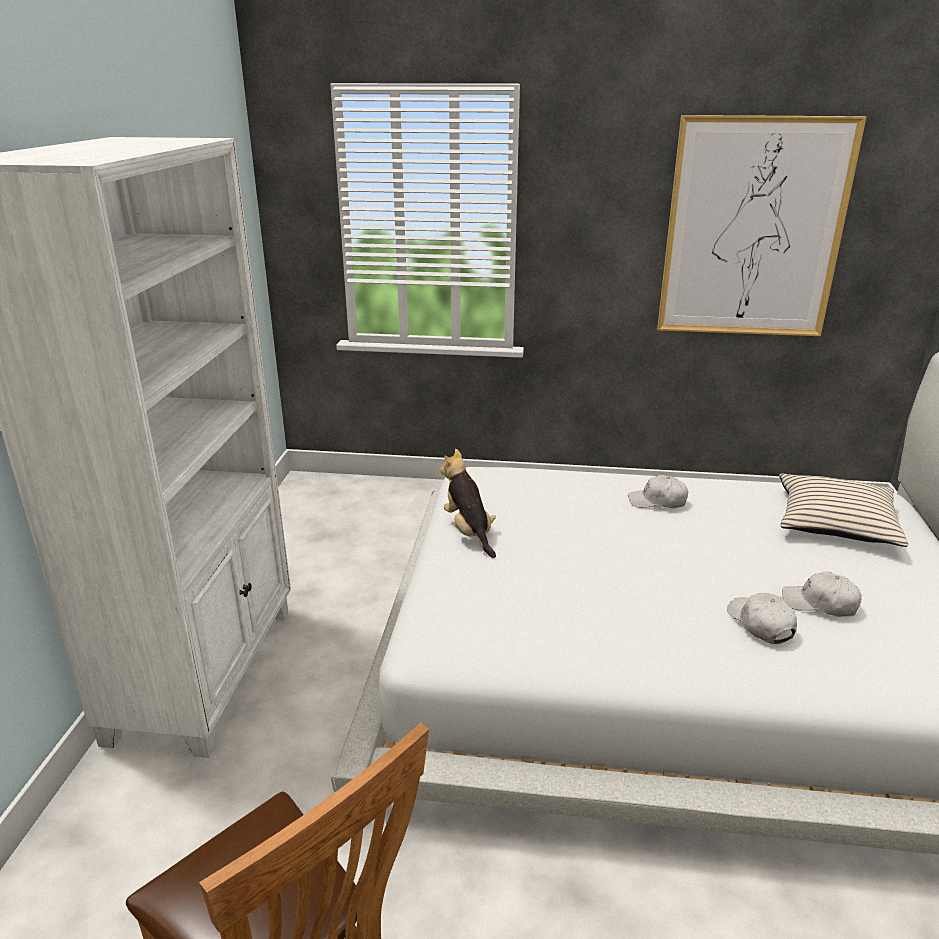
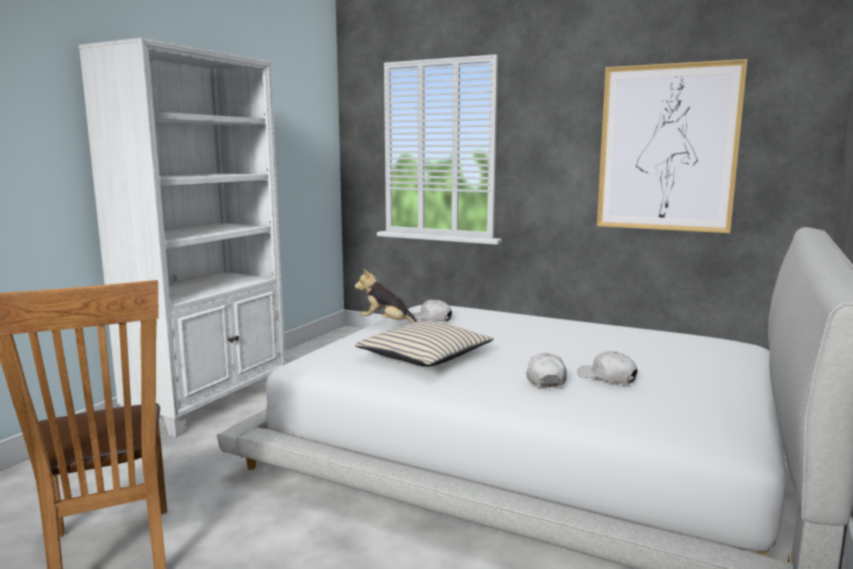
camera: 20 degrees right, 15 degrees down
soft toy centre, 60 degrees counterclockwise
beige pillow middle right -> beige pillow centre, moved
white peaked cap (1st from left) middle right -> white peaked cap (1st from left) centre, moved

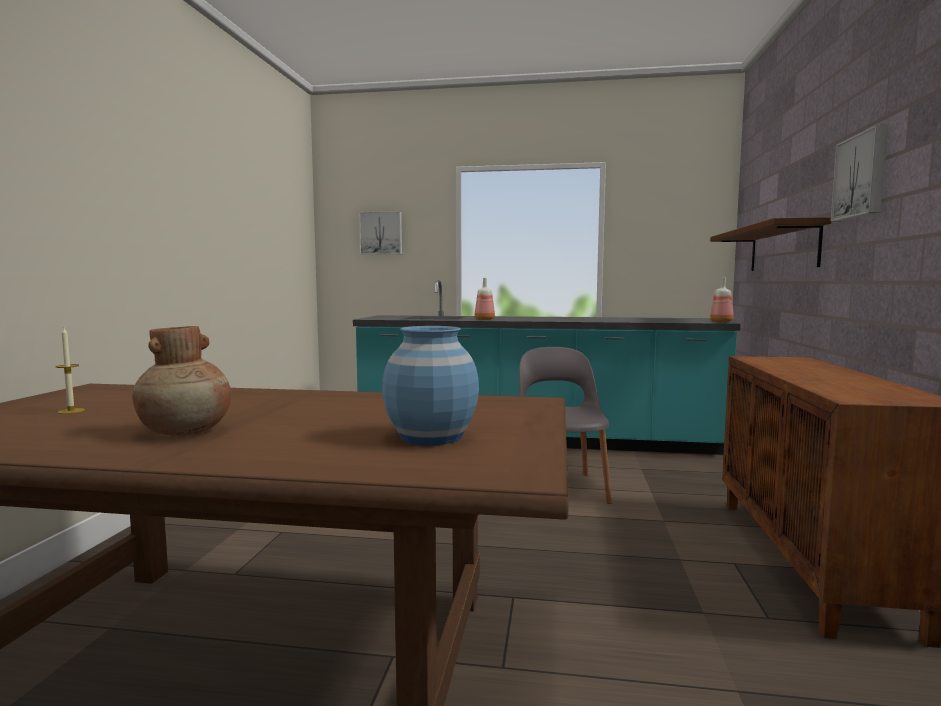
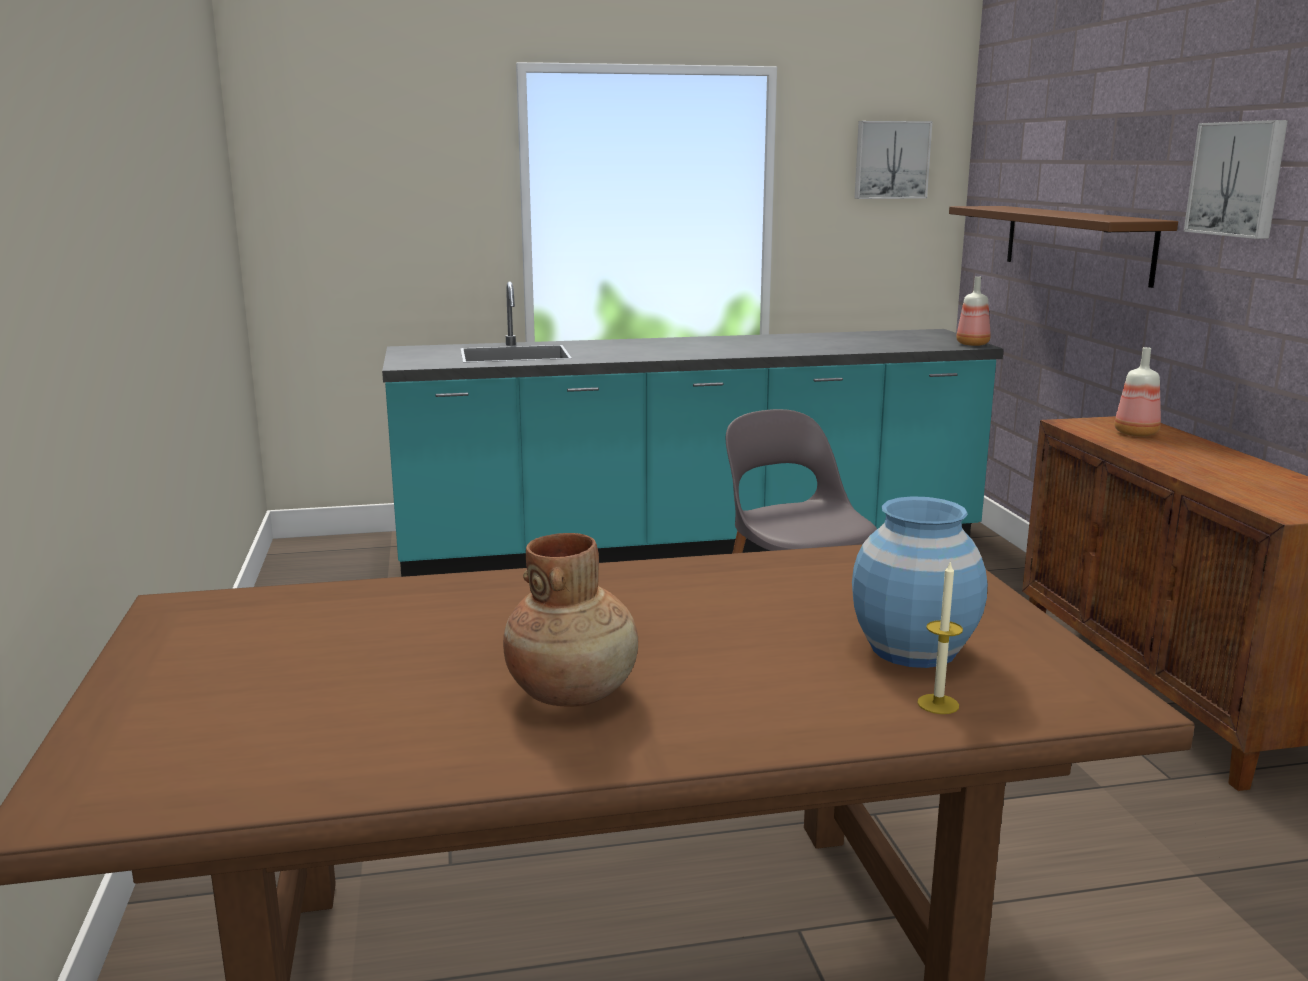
camera: 20 degrees left, 10 degrees up
wall picture (1st from left) top centre -> wall picture (1st from left) top right, moved
beverage bottle (1st from left in the first image) centre -> beverage bottle (2nd from left) middle right, moved
wax light middle left -> wax light middle right, moved

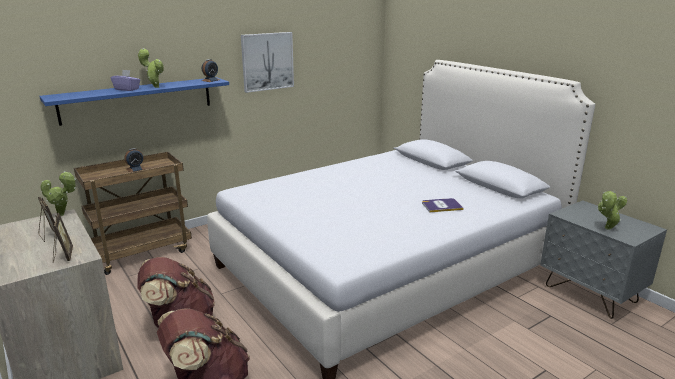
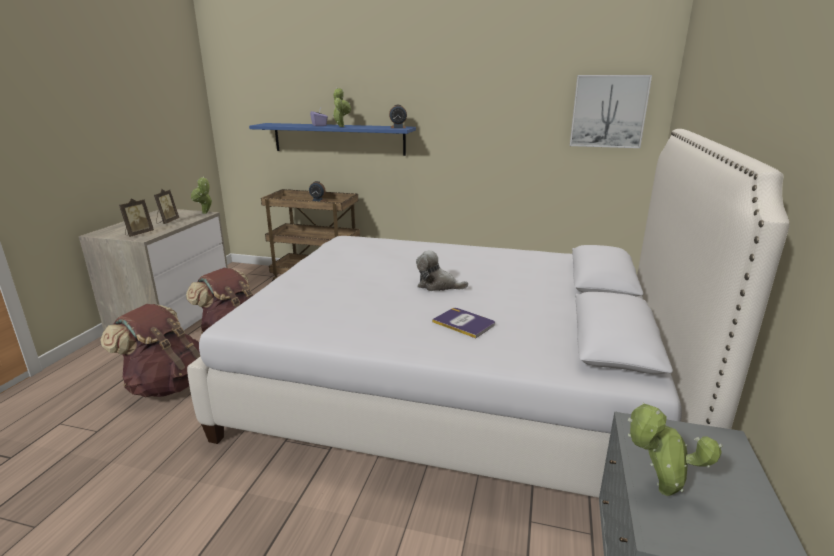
camera: 50 degrees right, 0 degrees up
wall picture top centre -> wall picture top right, moved
none -> soft toy centre

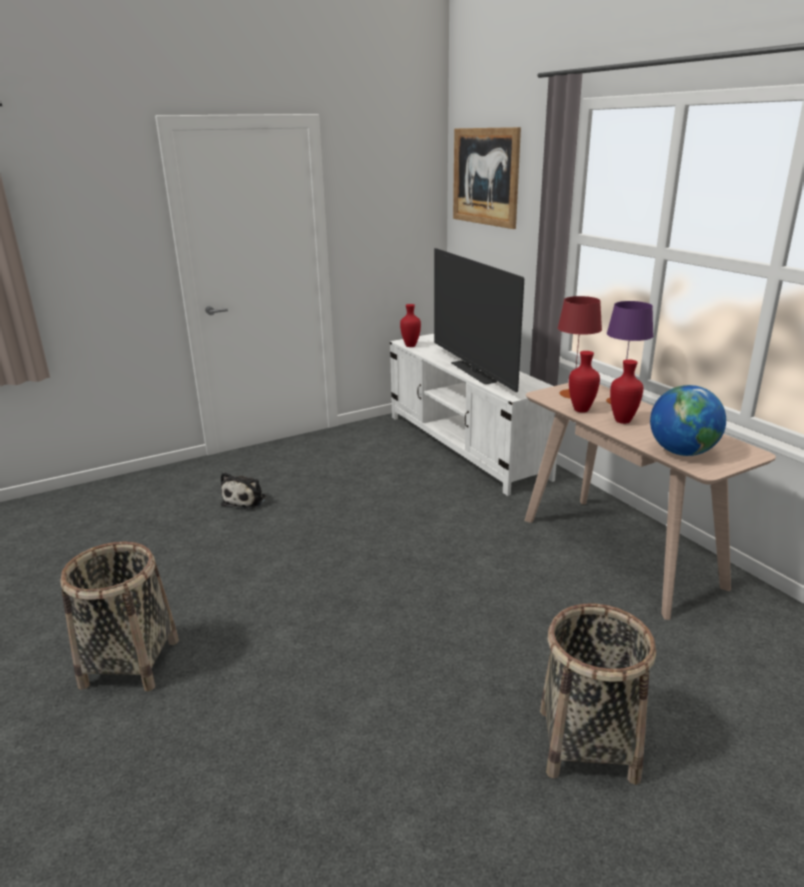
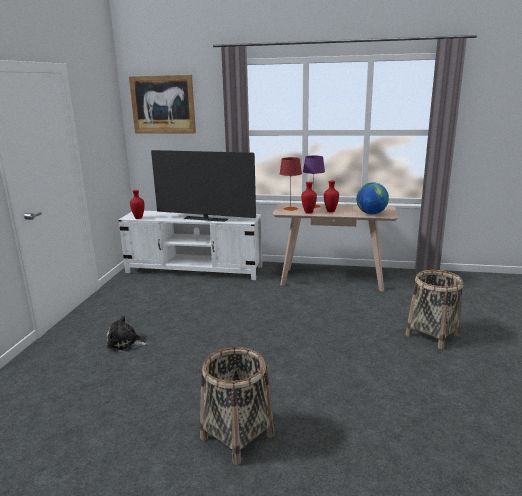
camera: 50 degrees left, 5 degrees down
soft toy middle left -> soft toy bottom left, 135 degrees clockwise

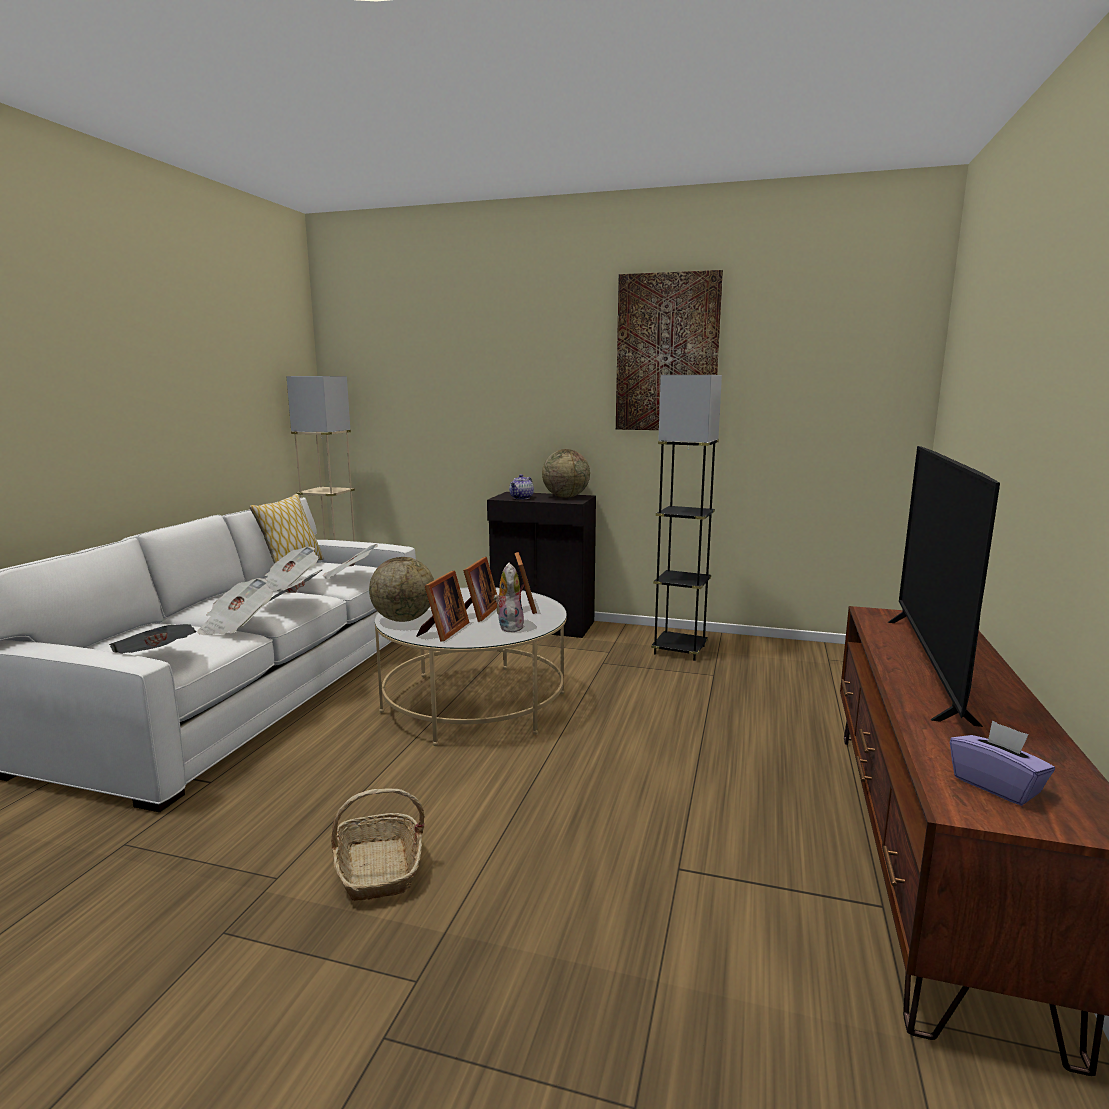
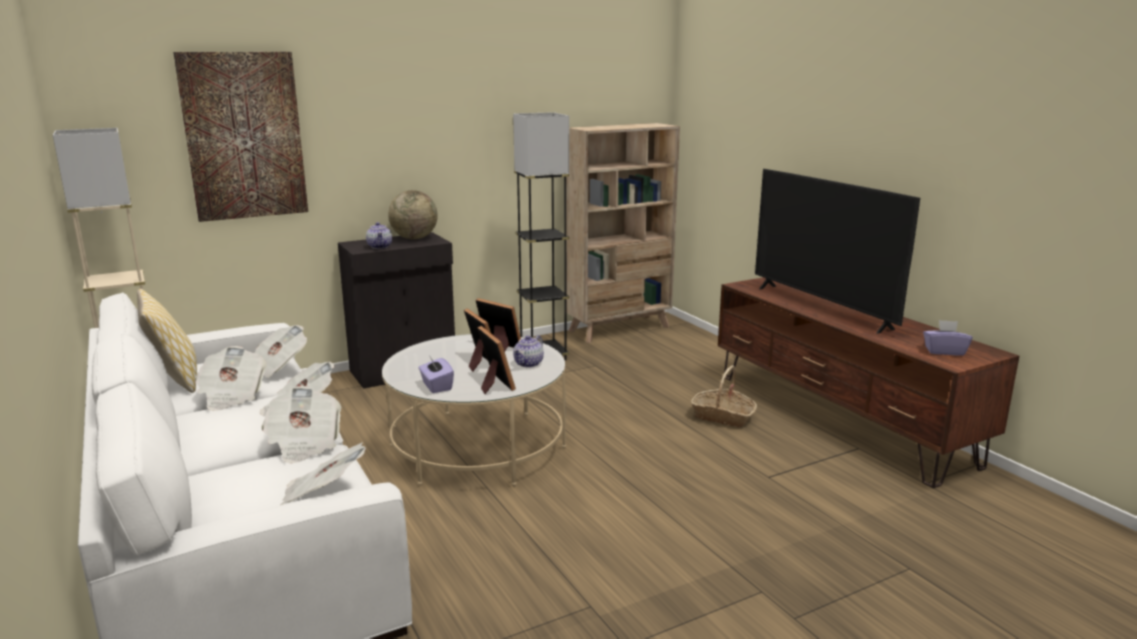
camera: 45 degrees left, 5 degrees up
wall picture top centre -> wall picture top left, moved
desk globe (1st from left) centre -> purplish box of tissues (1st from left) centre
soft toy centre -> pot for tea (2nd from left) centre
basket bottom centre -> basket centre, moved
none -> beige bookshelf centre

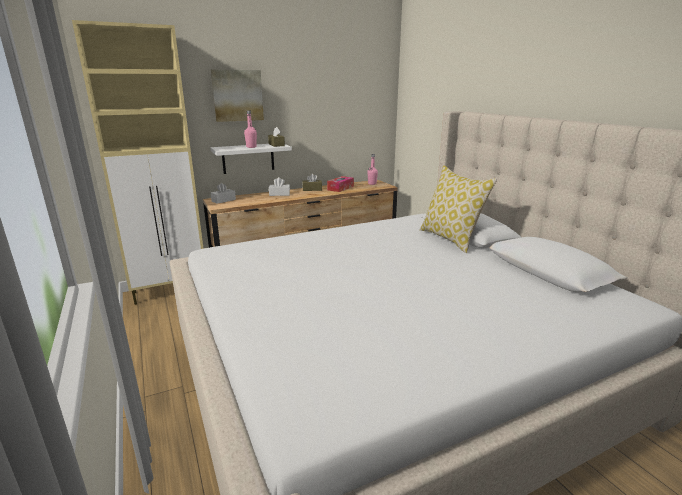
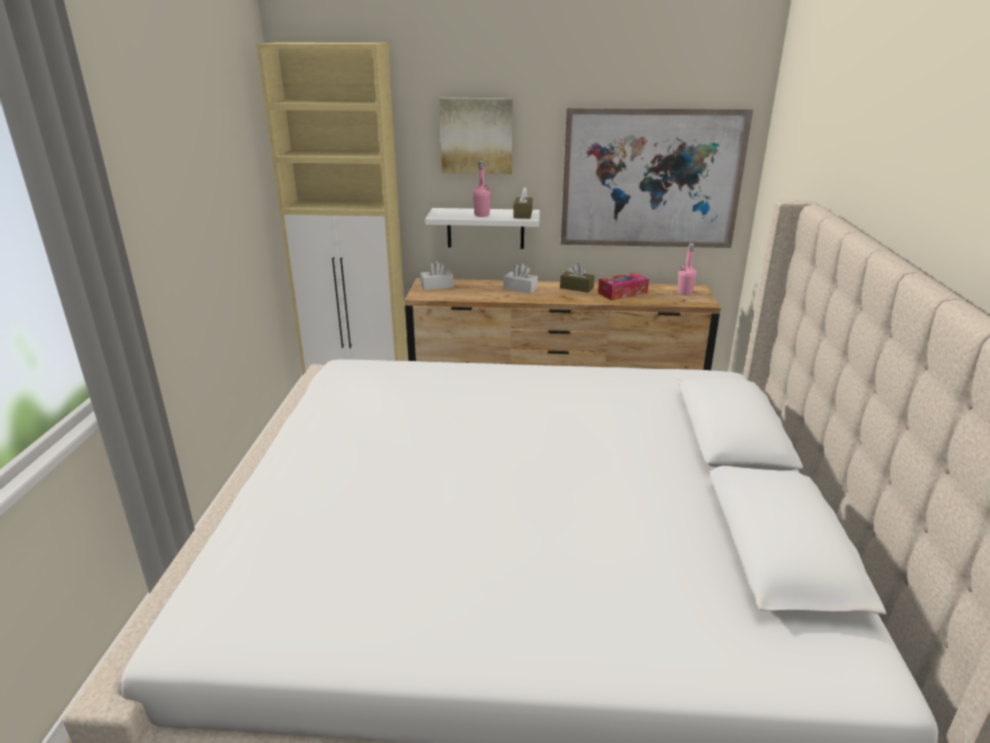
camera: 30 degrees right, 5 degrees up
pillow middle right -> none
none -> wall picture (2nd from left) top centre

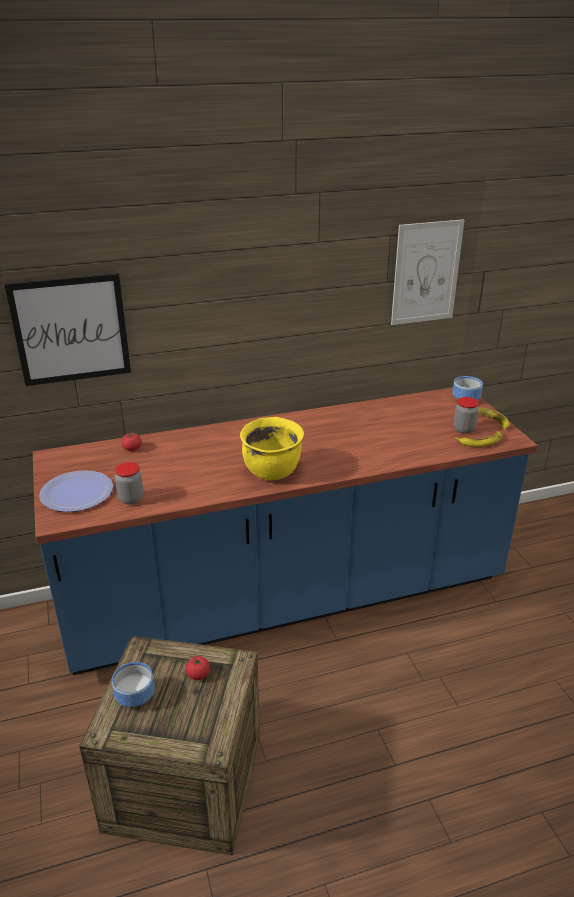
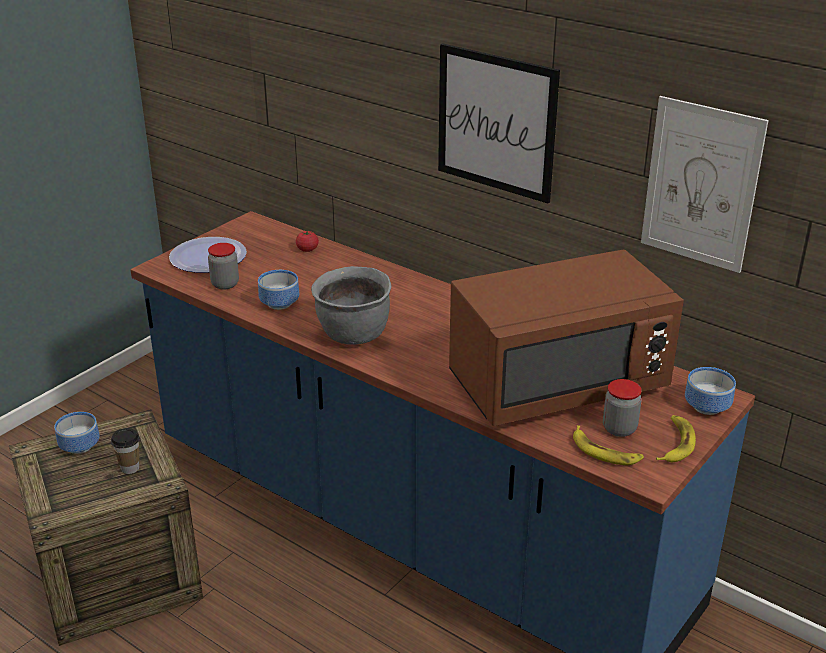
camera: 55 degrees right, 0 degrees up
wall picture (1st from left) middle left -> wall picture (1st from left) top centre, moved
yellowish saucepot centre -> greyish saucepot centre
whole tomato (2nd from left) bottom centre -> cup bottom left
none -> brown-coloured microwave oven middle right
none -> deep dish (2nd from left) centre

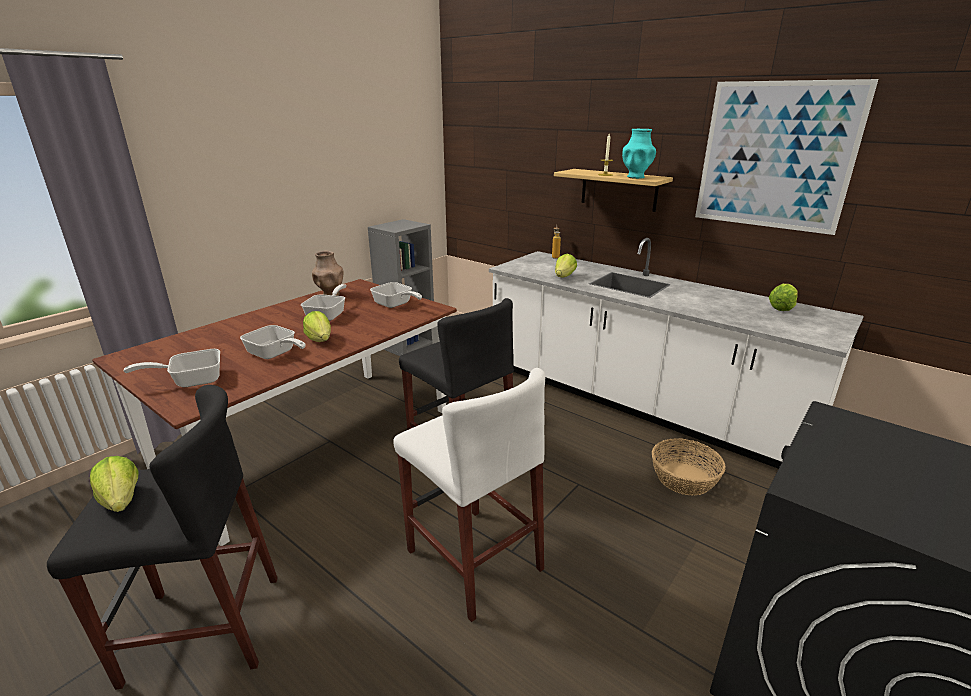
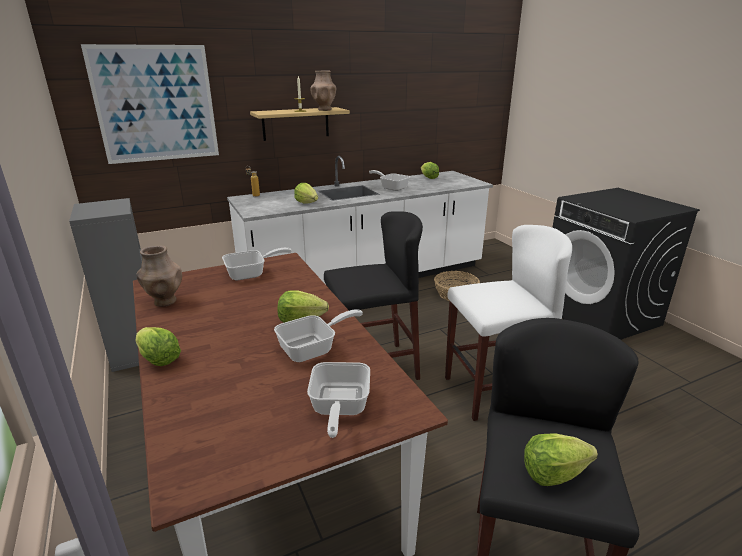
camera: 65 degrees left, 0 degrees up
wall picture top right -> wall picture top left, moved
turquoise-coloured flower vase top centre -> brown-coloured flower vase (2nd from left) top centre
frying pan (3rd from left in the first image) middle left -> frying pan (4th from left) top centre, moved
none -> head of lettuce (1st from left) middle left

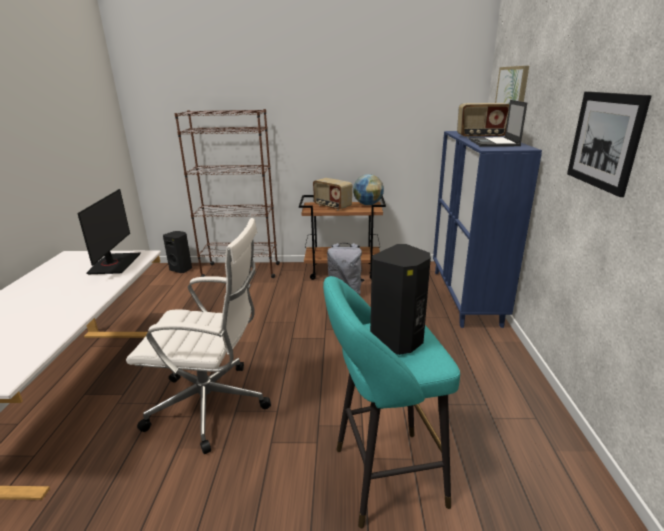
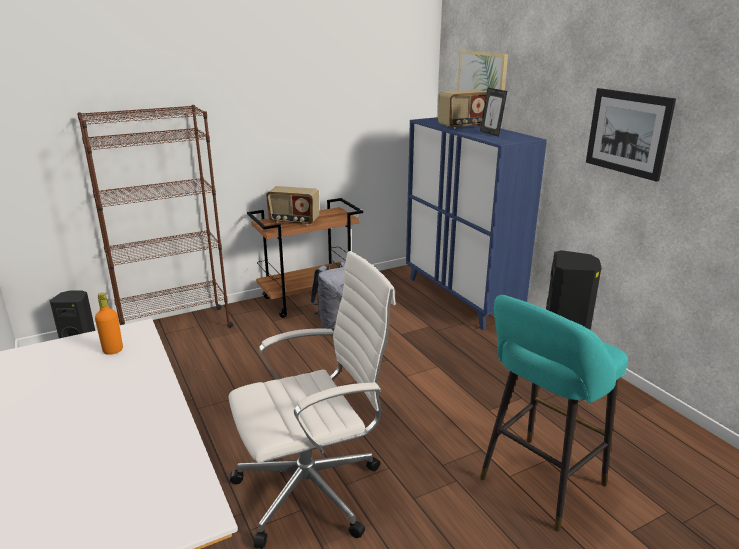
camera: 30 degrees left, 0 degrees up
notebook computer top right -> standing frame top right
desk globe centre -> none
monitor middle left -> orange beverage bottle middle left

